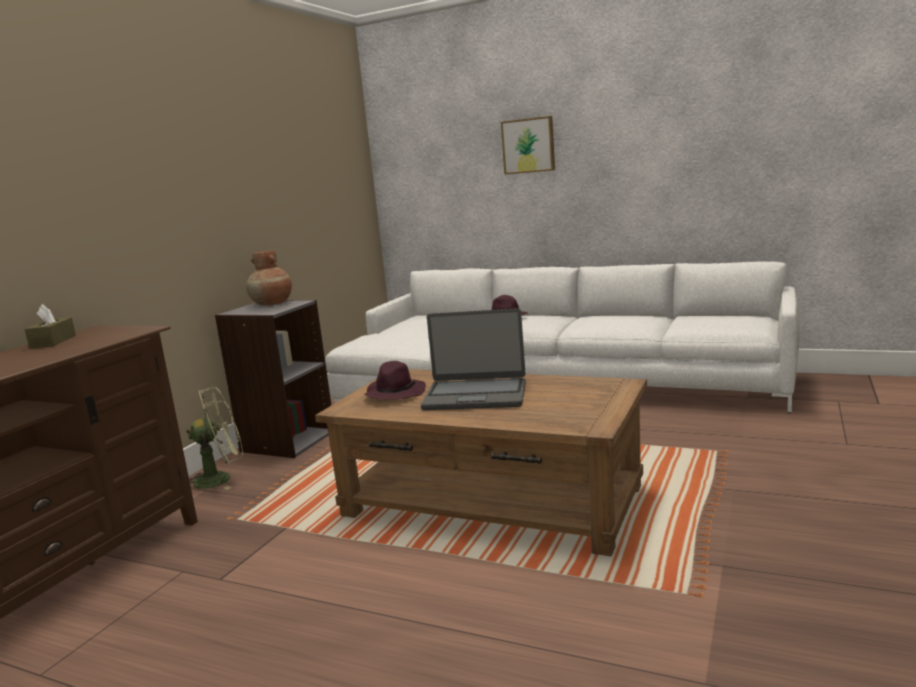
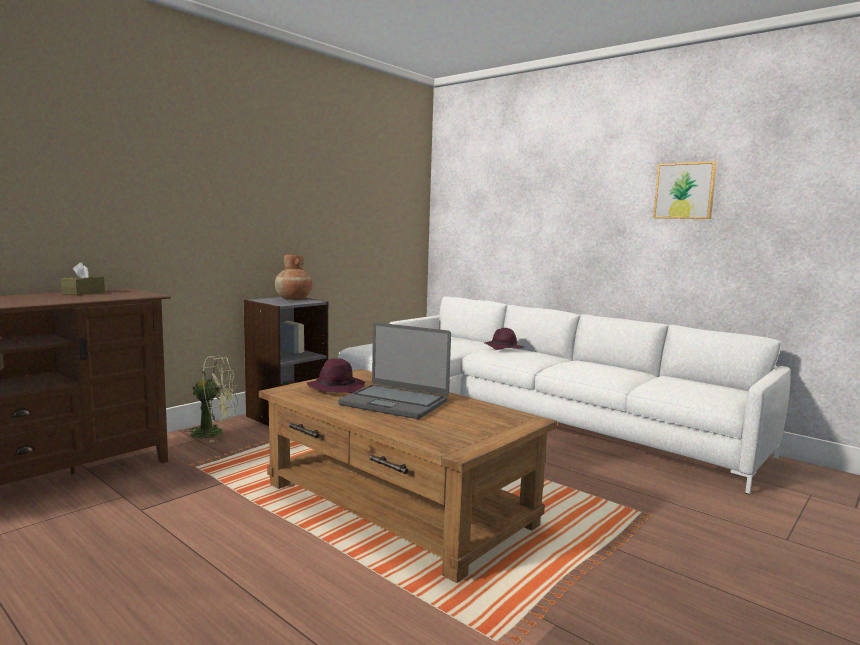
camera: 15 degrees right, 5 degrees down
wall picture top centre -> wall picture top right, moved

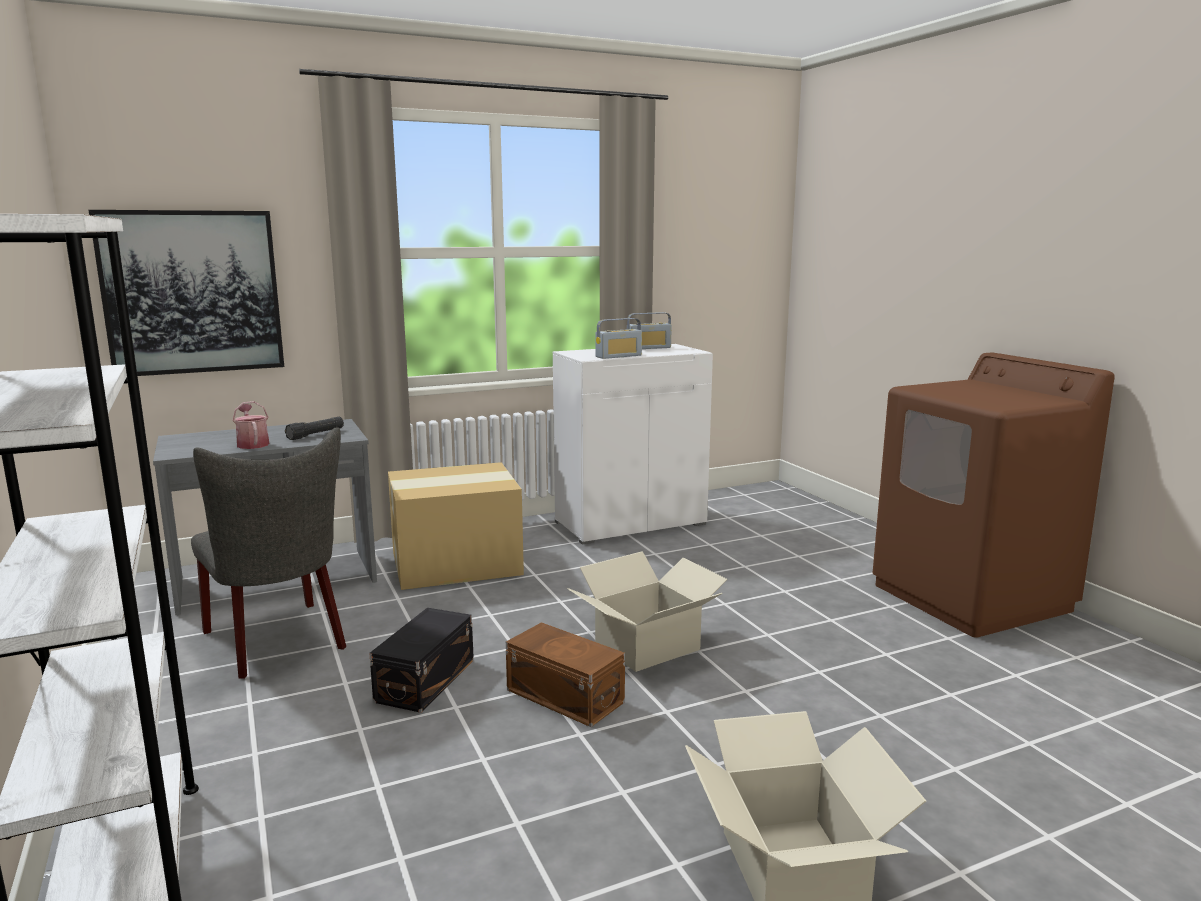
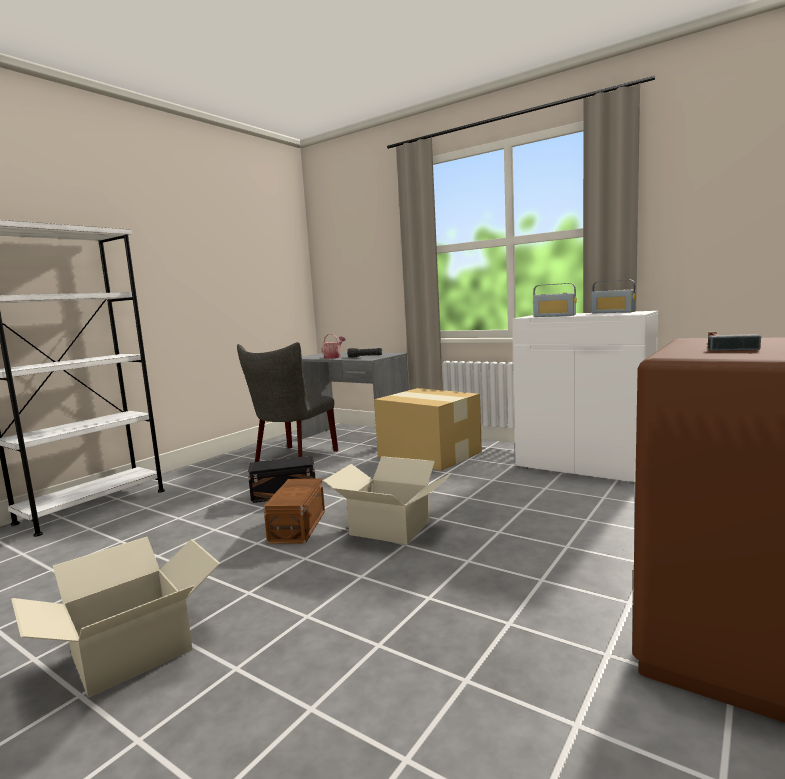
camera: 60 degrees right, 5 degrees down
wall picture top left -> none
none -> tool hammer middle right

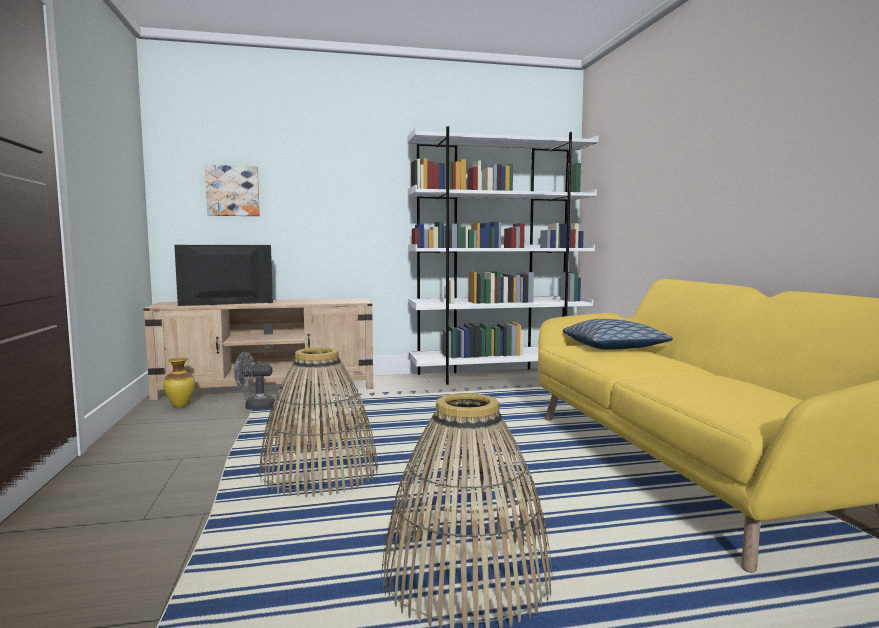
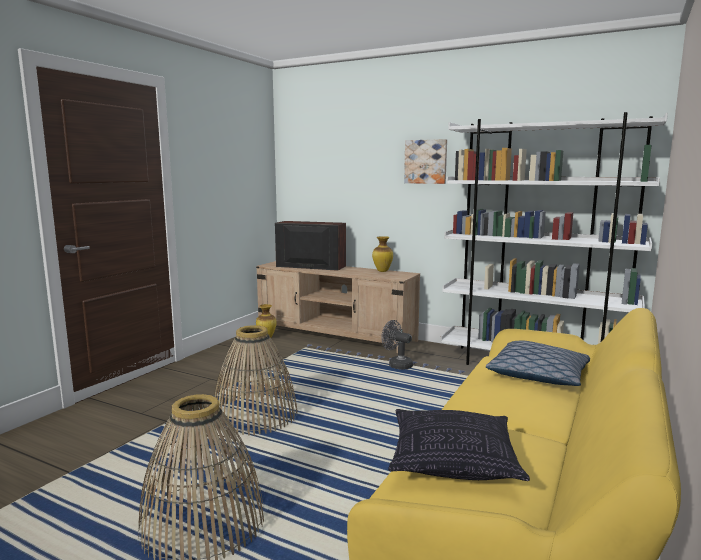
camera: 40 degrees right, 5 degrees up
wall picture top left -> wall picture top centre, moved
greyish fan middle left -> greyish fan centre, moved
none -> flower vase (2nd from left) centre
none -> pillow (1st from left) bottom centre

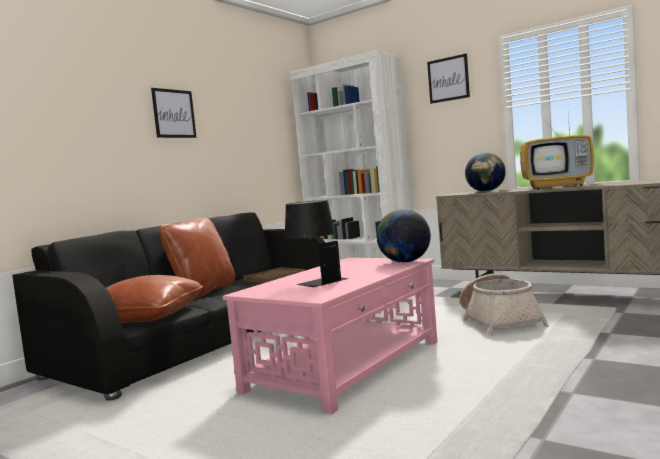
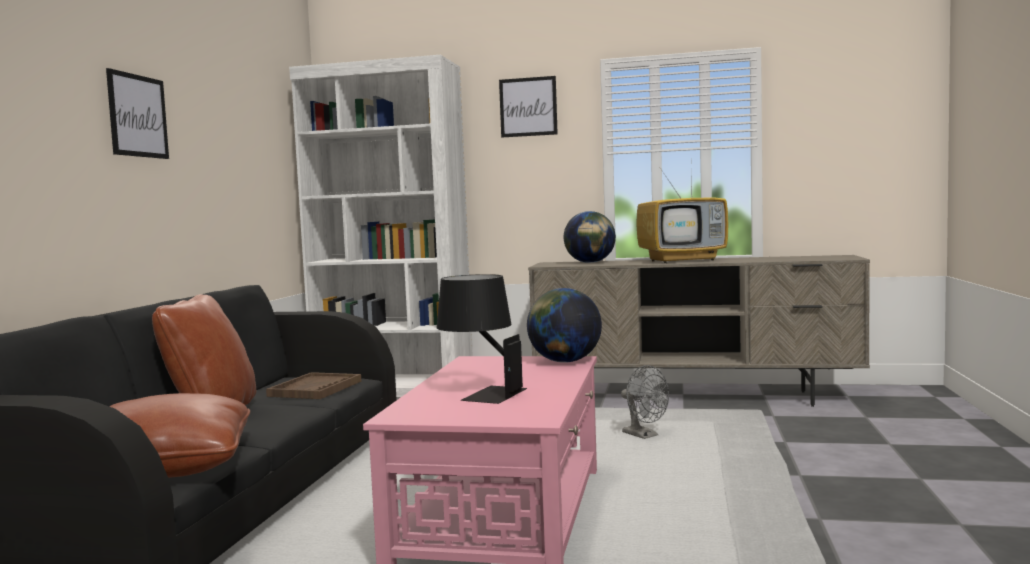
camera: 25 degrees left, 0 degrees up
basket middle right -> greyish fan bottom centre

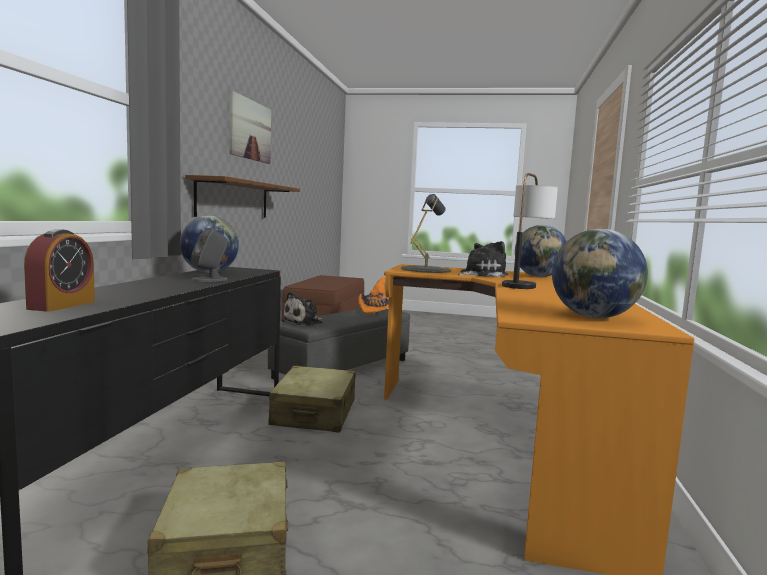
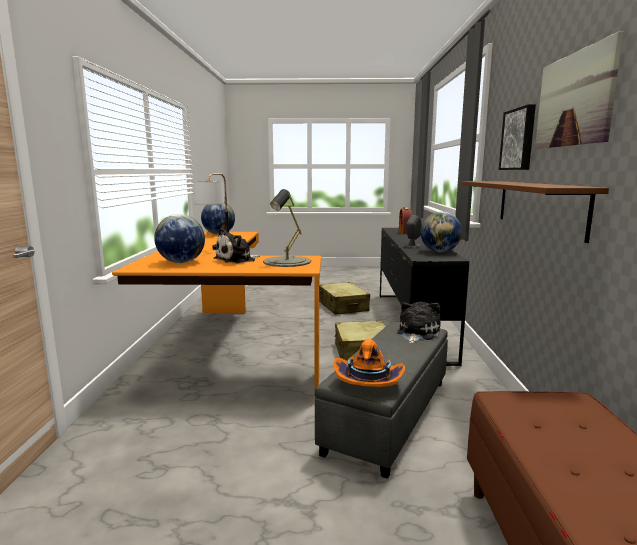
camera: 170 degrees right, 5 degrees up
none -> wall picture (1st from left) top right

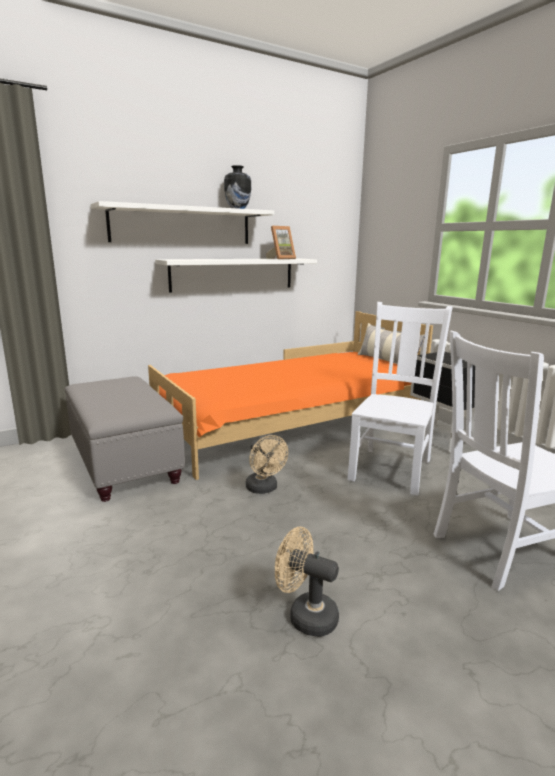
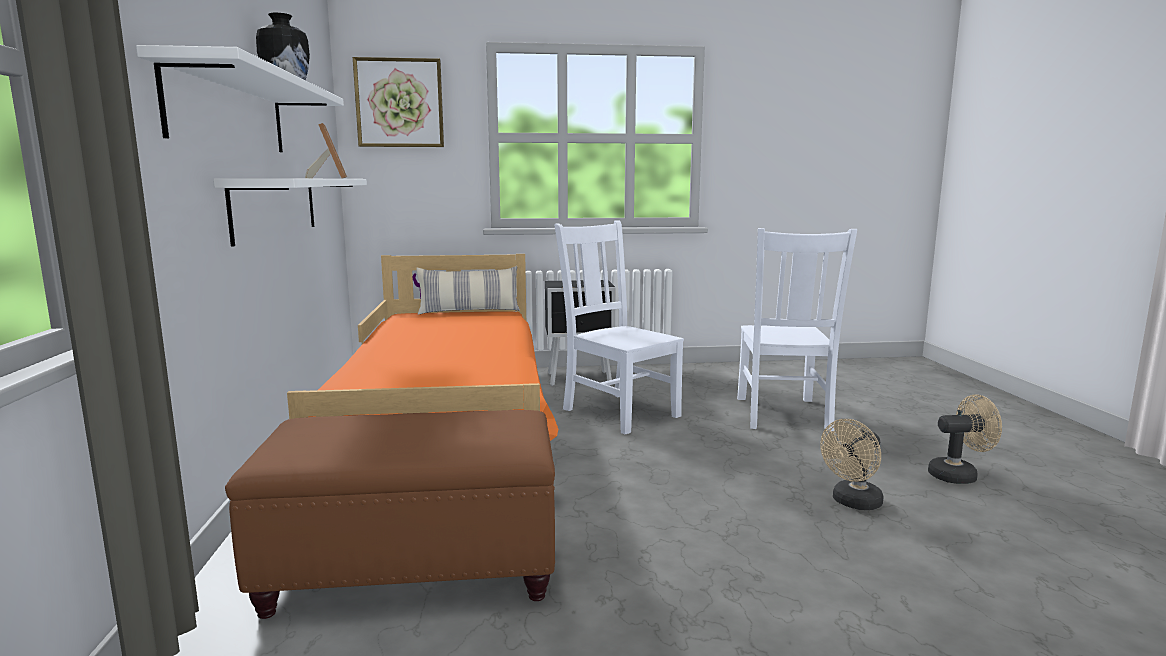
camera: 65 degrees left, 5 degrees down
greyish footrest middle left -> brown-coloured footrest bottom centre
beige fan (1st from left in the first image) centre -> beige fan (2nd from left) bottom right, moved
none -> wall picture top centre

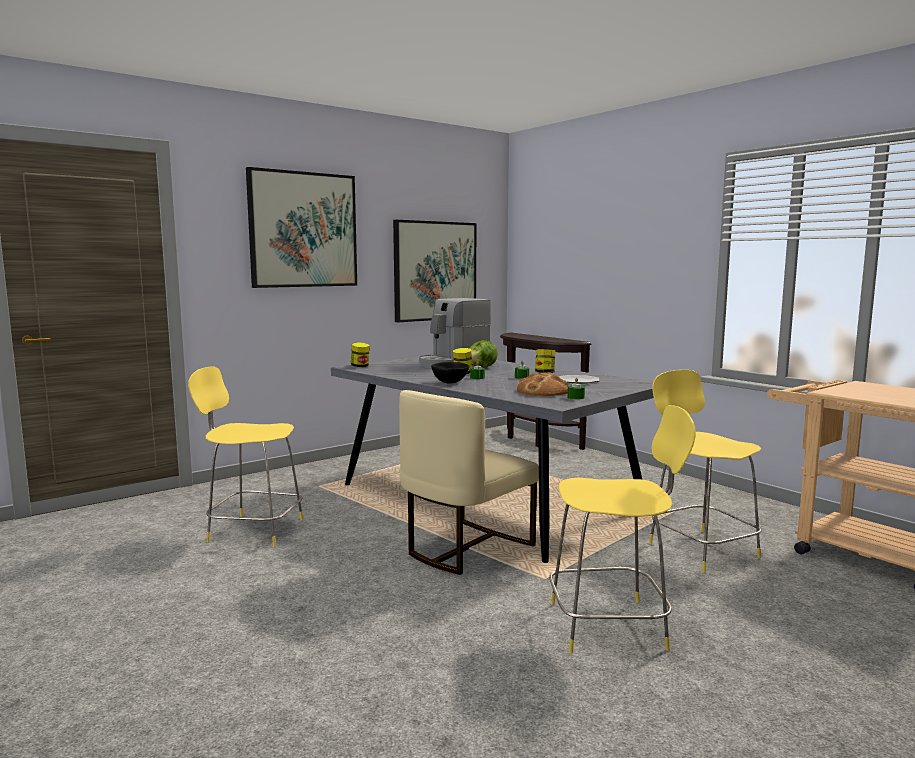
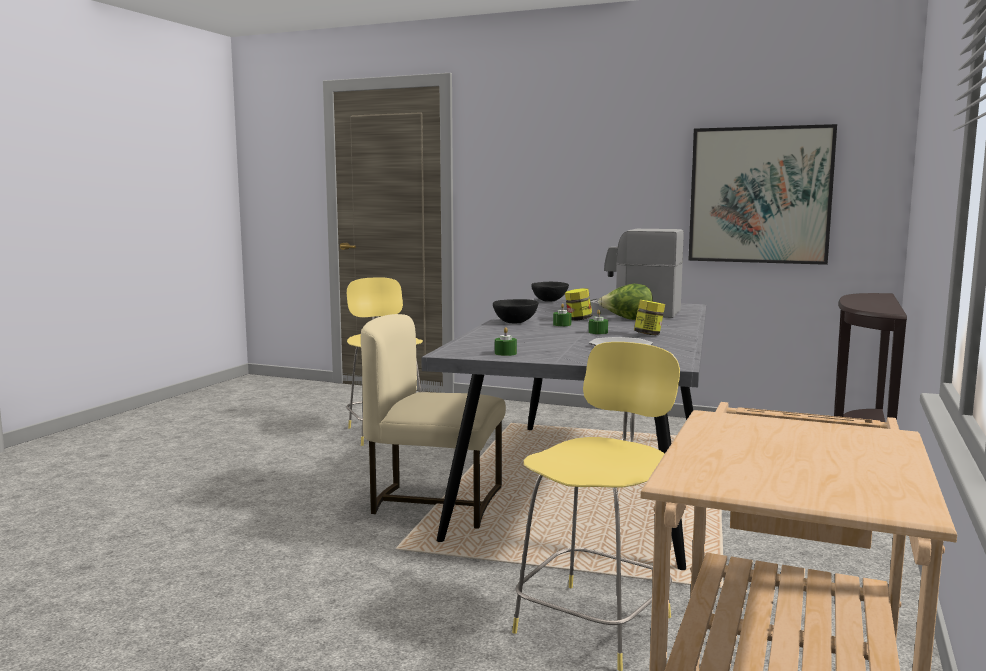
camera: 60 degrees right, 0 degrees up
wall picture (1st from left) top left -> none
storage jar (1st from left) centre -> black deep dish (2nd from left) centre
bakery bread centre -> none
yellowish stool (2nd from left) bottom right -> none

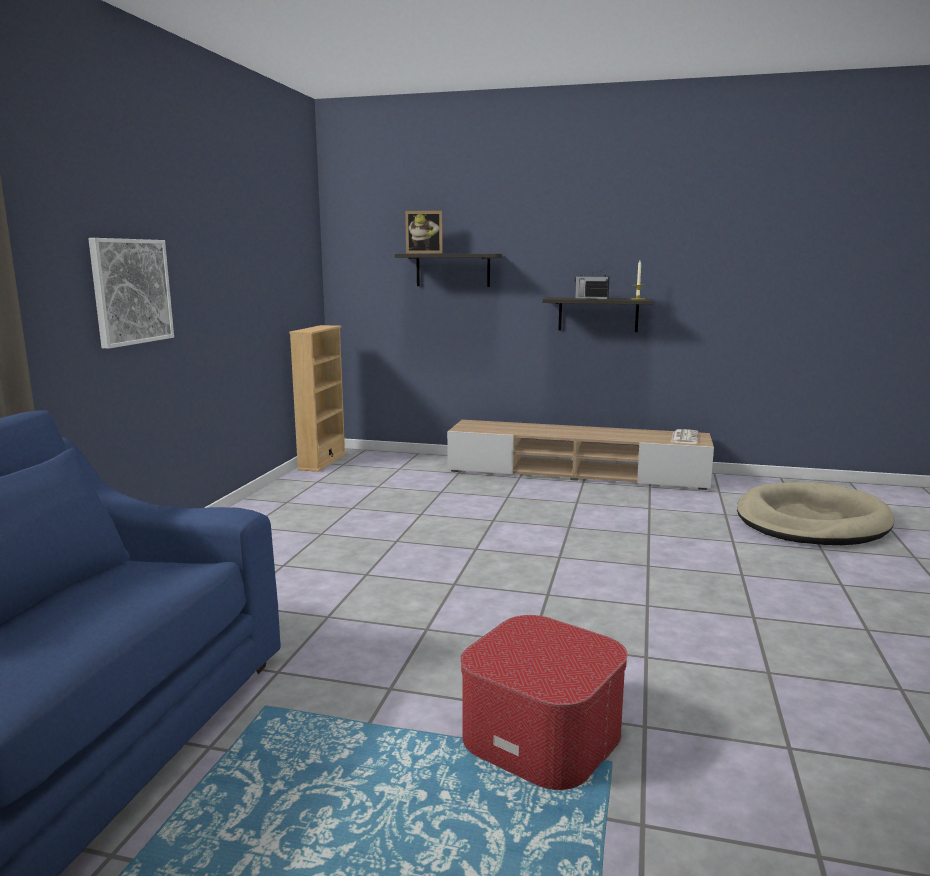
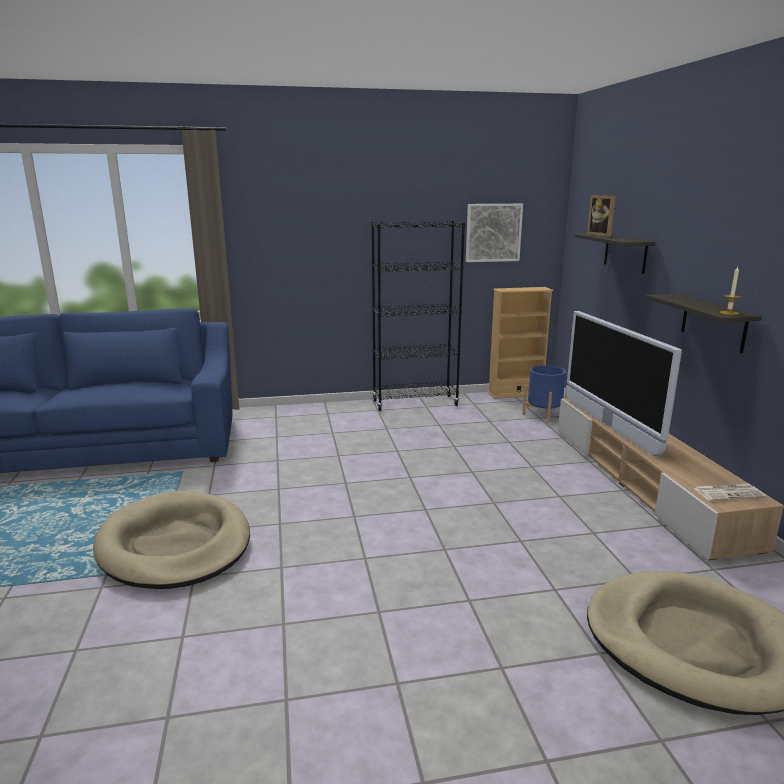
camera: 65 degrees right, 5 degrees up
wall picture middle left -> wall picture top centre, moved
radio top centre -> none
footrest bottom centre -> beige pet bed (1st from left) bottom left
none -> black bookshelf centre
none -> TV middle right
none -> bluish plant pot middle right

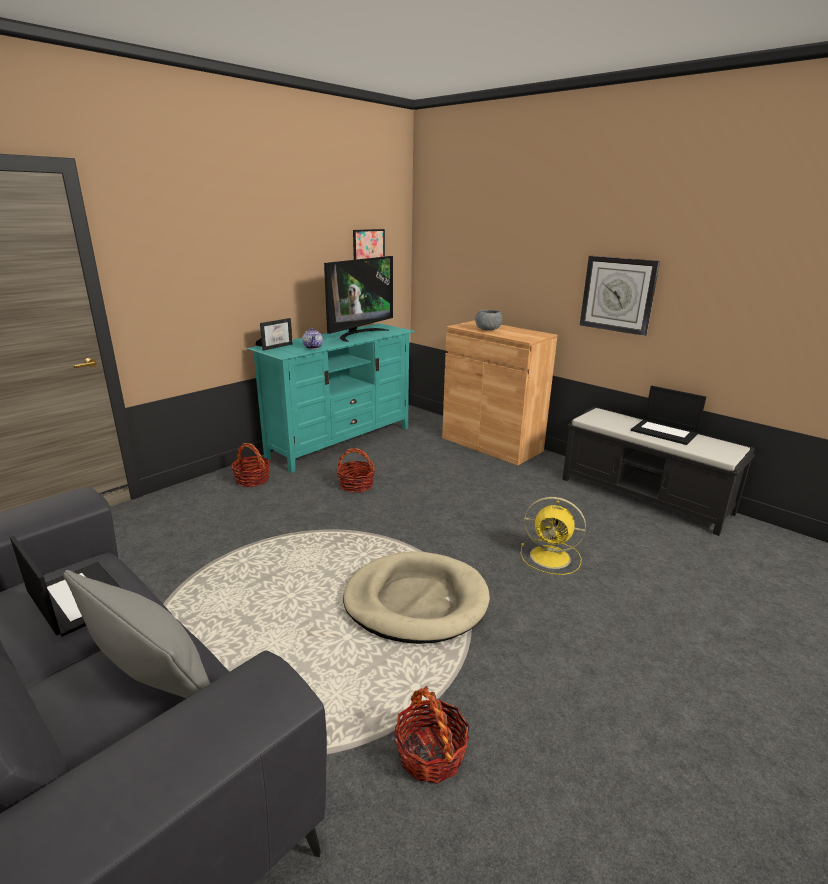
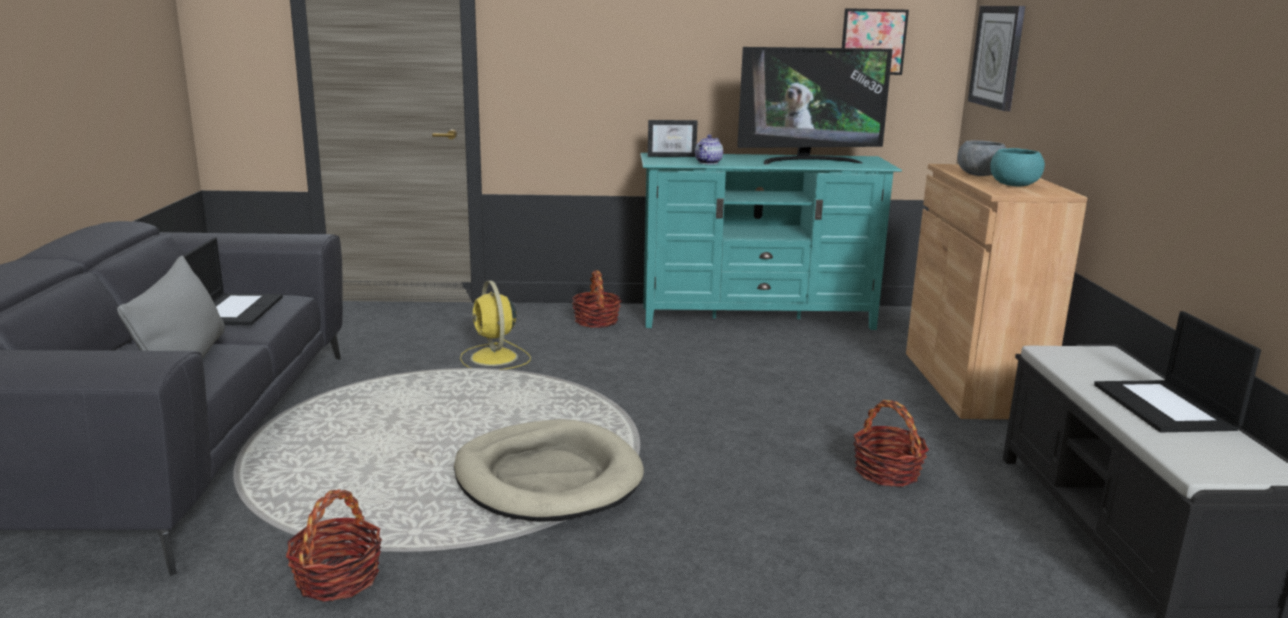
camera: 45 degrees right, 5 degrees down
hanging clock middle right -> hanging clock top right, moved
basket (2nd from left in the first image) centre -> basket (3rd from left) bottom right, moved
yellowish fan middle right -> yellowish fan centre, moved
none -> turquoise-coloured deep dish top right

